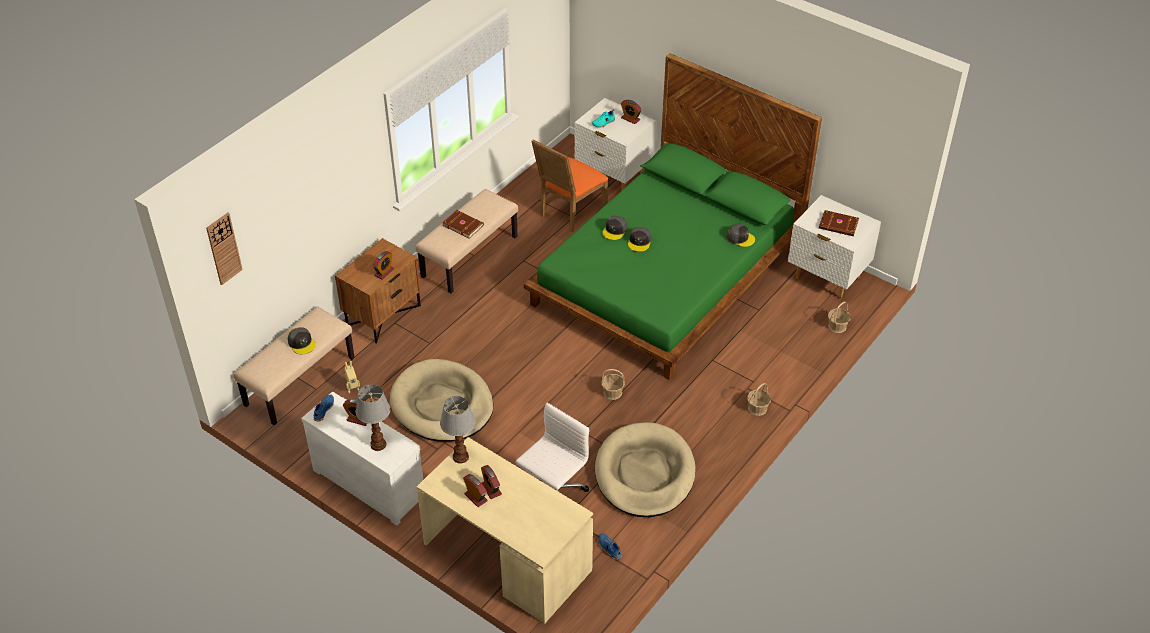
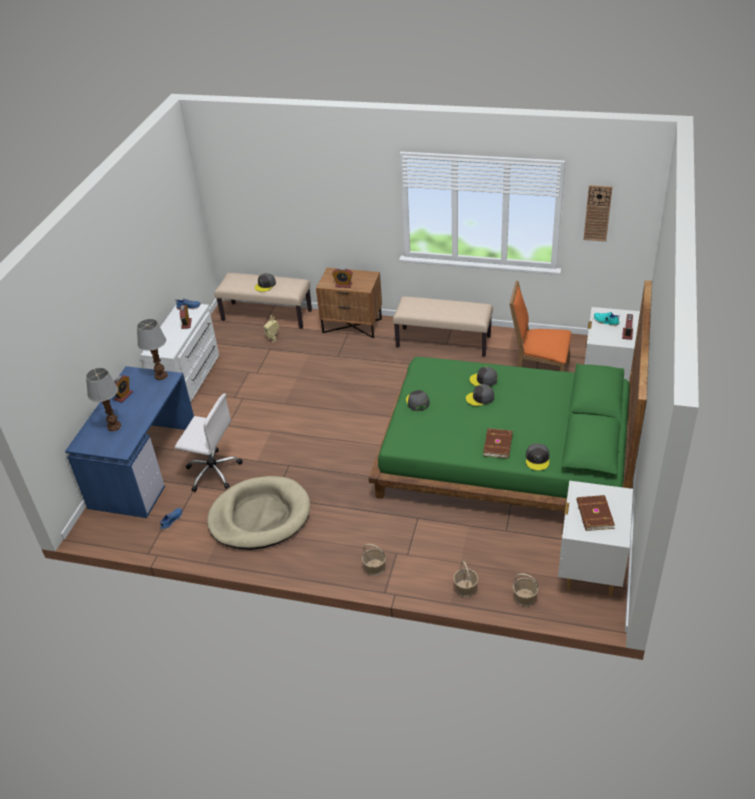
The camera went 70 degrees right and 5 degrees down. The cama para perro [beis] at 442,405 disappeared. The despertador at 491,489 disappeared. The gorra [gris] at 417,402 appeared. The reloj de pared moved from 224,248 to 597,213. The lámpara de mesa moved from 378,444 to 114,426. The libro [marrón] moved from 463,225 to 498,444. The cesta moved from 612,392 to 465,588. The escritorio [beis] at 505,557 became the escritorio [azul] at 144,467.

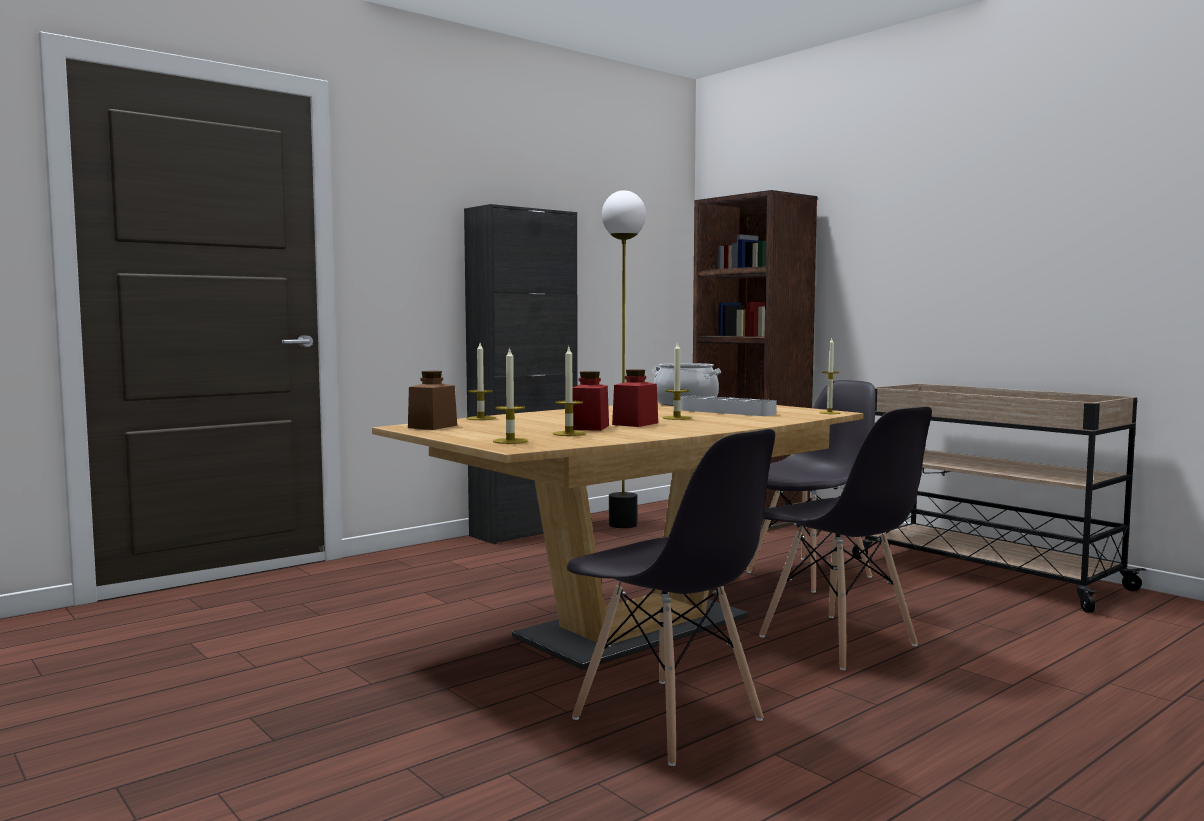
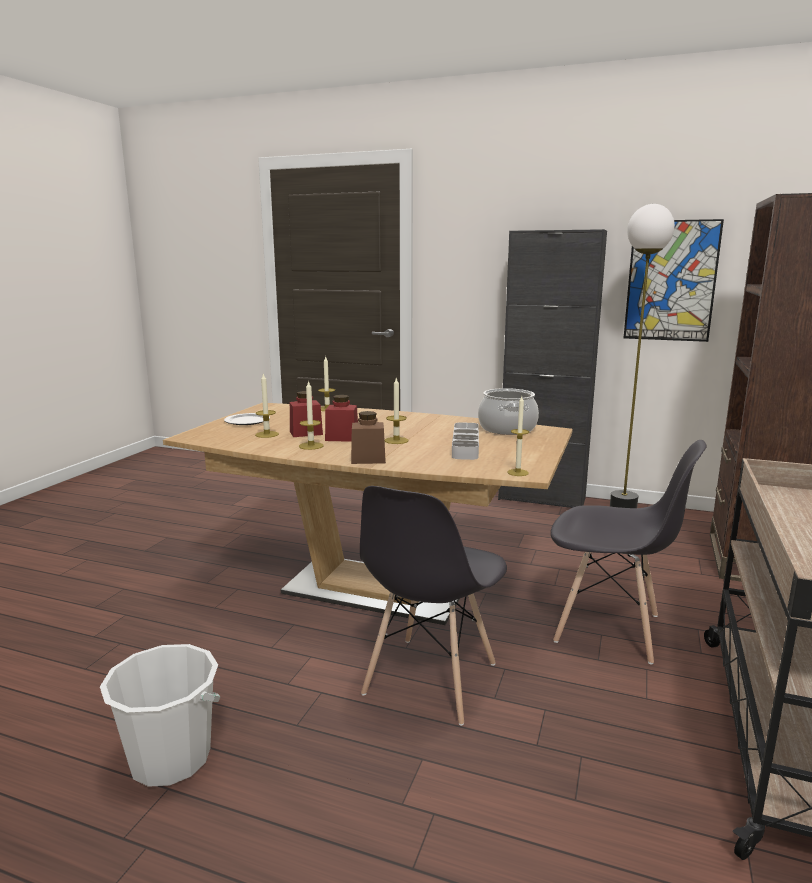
The camera went 60 degrees right and 10 degrees up. The silla [gris] at 669,720 disappeared. The cubo [blanco] at 171,758 appeared. The plato at 247,421 appeared. The cuadro at 671,281 appeared. The tarro [marrón] moved from 432,426 to 368,459. The vela moved from 510,441 to 311,446.

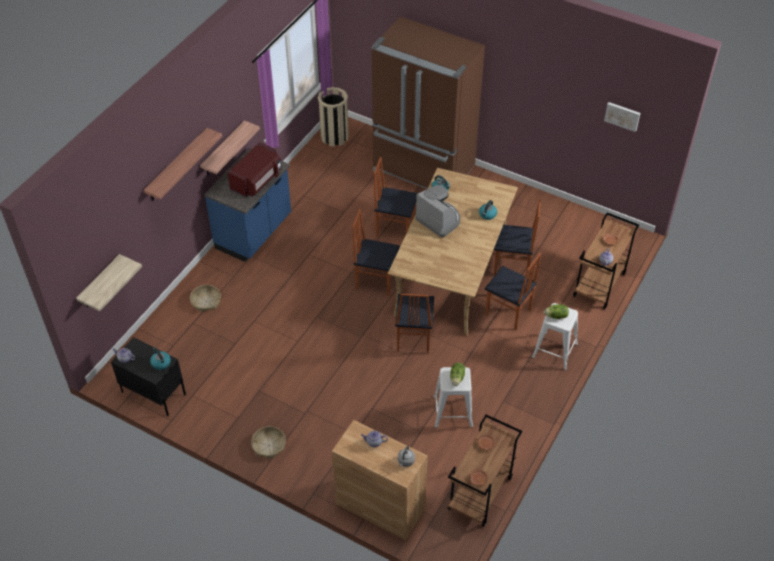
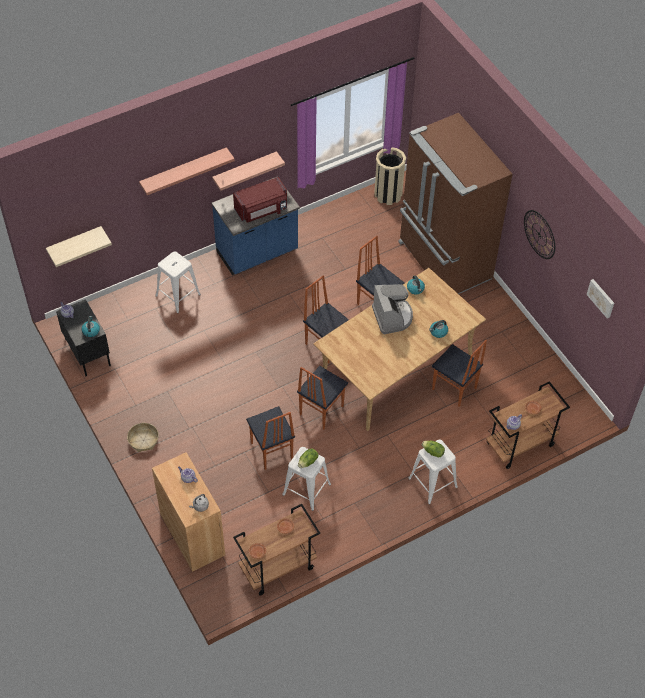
The camera went 30 degrees right and 5 degrees up. The reloj de pared at 539,234 appeared. The silla moved from 508,313 to 271,451. The cesta at 206,301 was replaced by the taburete [blanco] at 178,295.

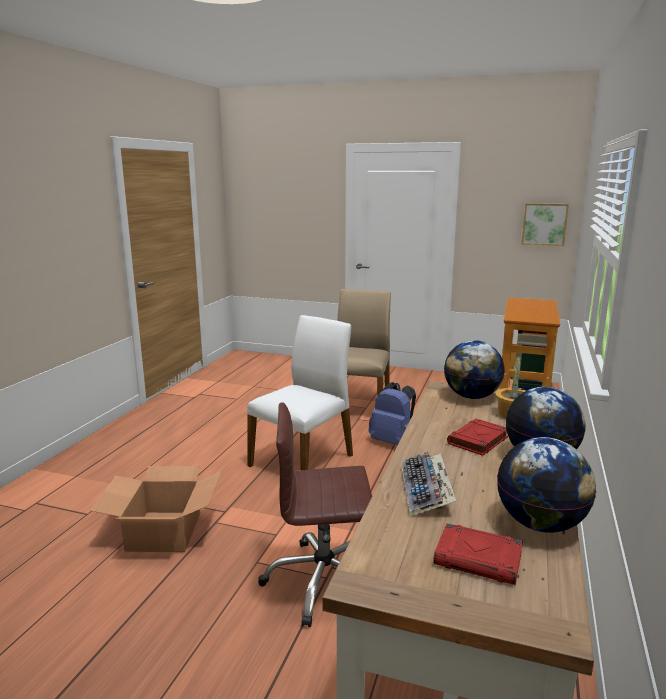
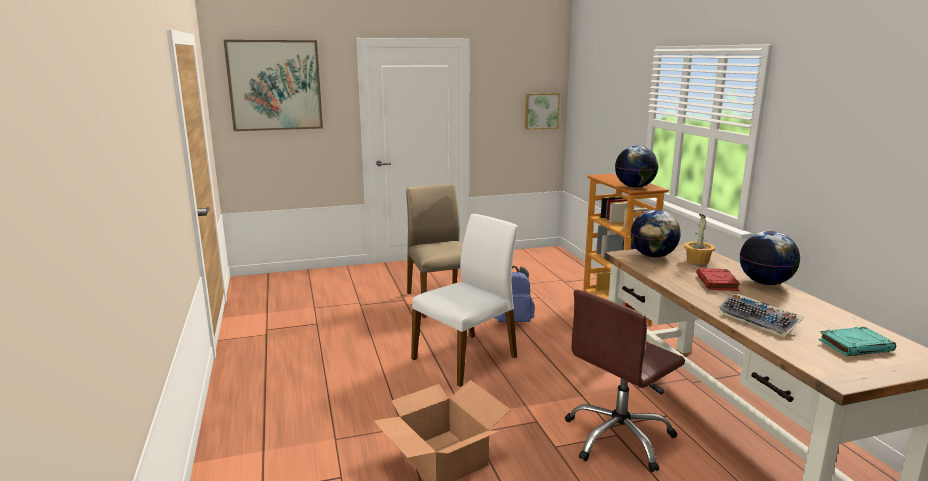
The camera went 35 degrees left and 0 degrees up. The cuadro at 275,85 appeared. The globo terráqueo moved from 540,524 to 635,187. The libro [rojo] at 479,559 became the libro [turquesa] at 855,345. The silla [blanco] at 303,460 turned 45 degrees clockwise.

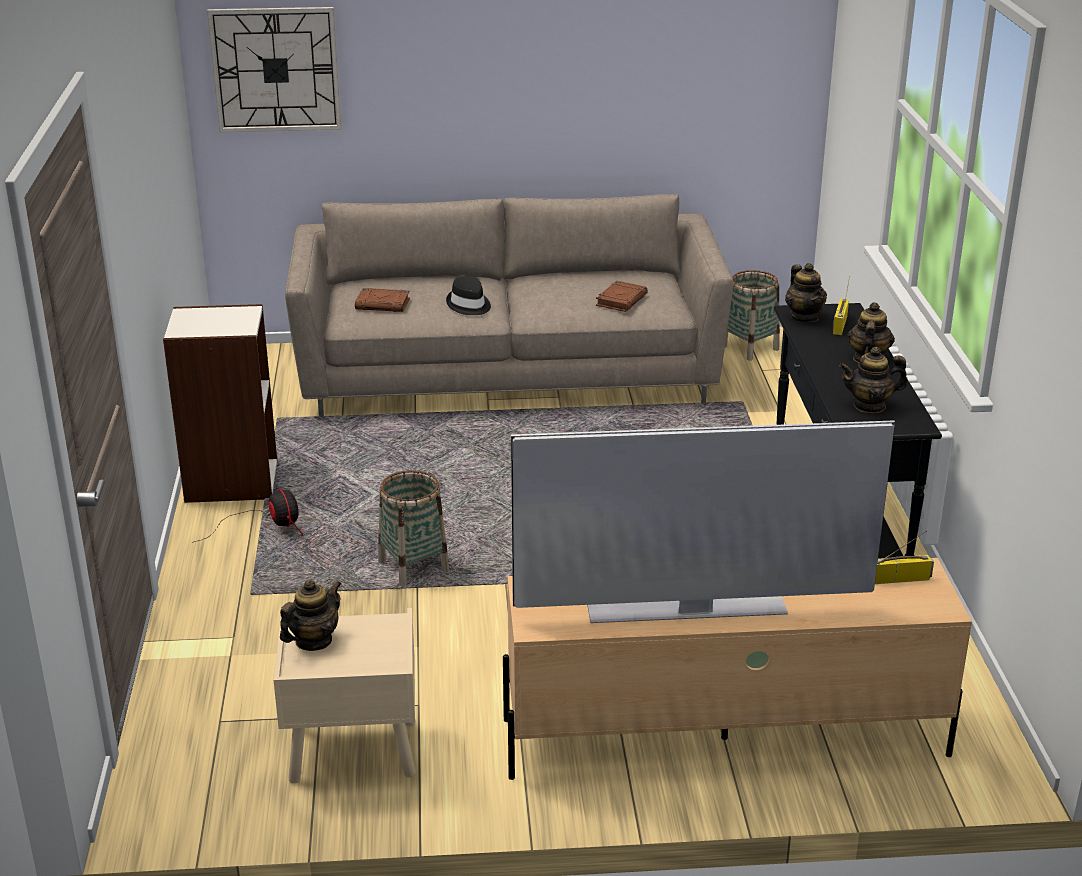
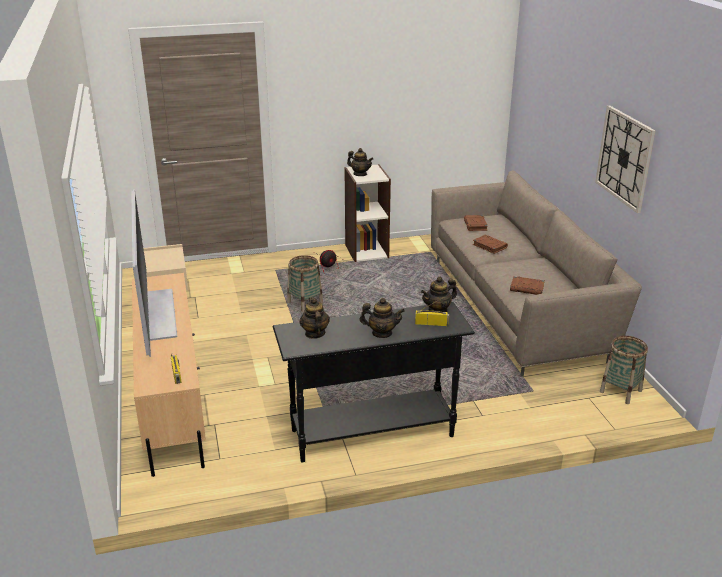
The camera went 80 degrees right and 0 degrees up. The reloj de pared moved from 275,69 to 625,158. The tetera moved from 313,641 to 360,174. The sombrero [negro] at 469,305 was replaced by the libro [marrón] at 489,246.

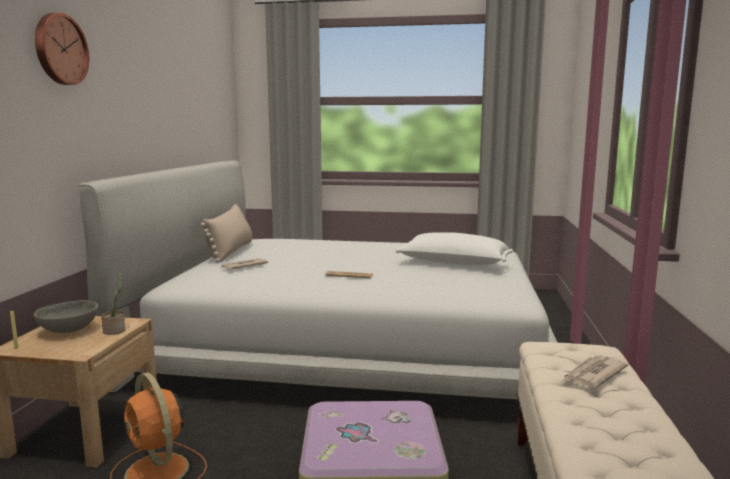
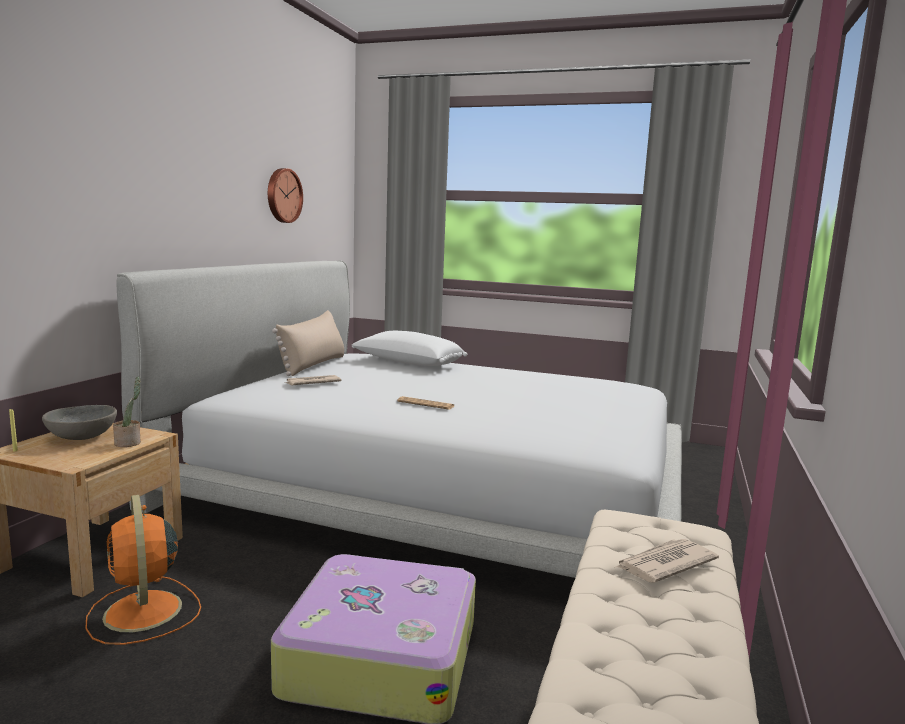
The camera went 10 degrees right and 0 degrees up. The reloj de pared moved from 59,49 to 283,195. The cojín [blanco] moved from 453,264 to 407,363.

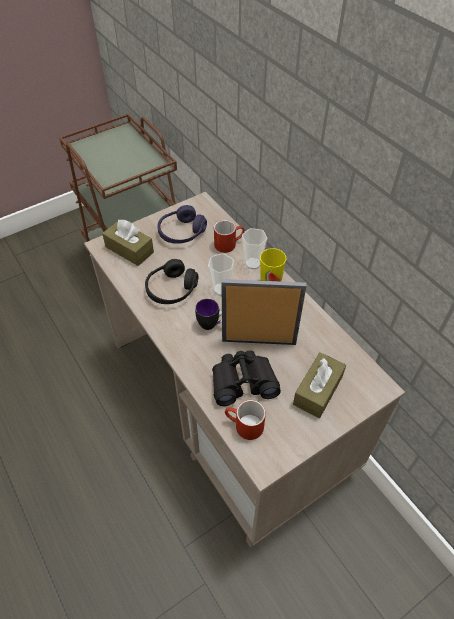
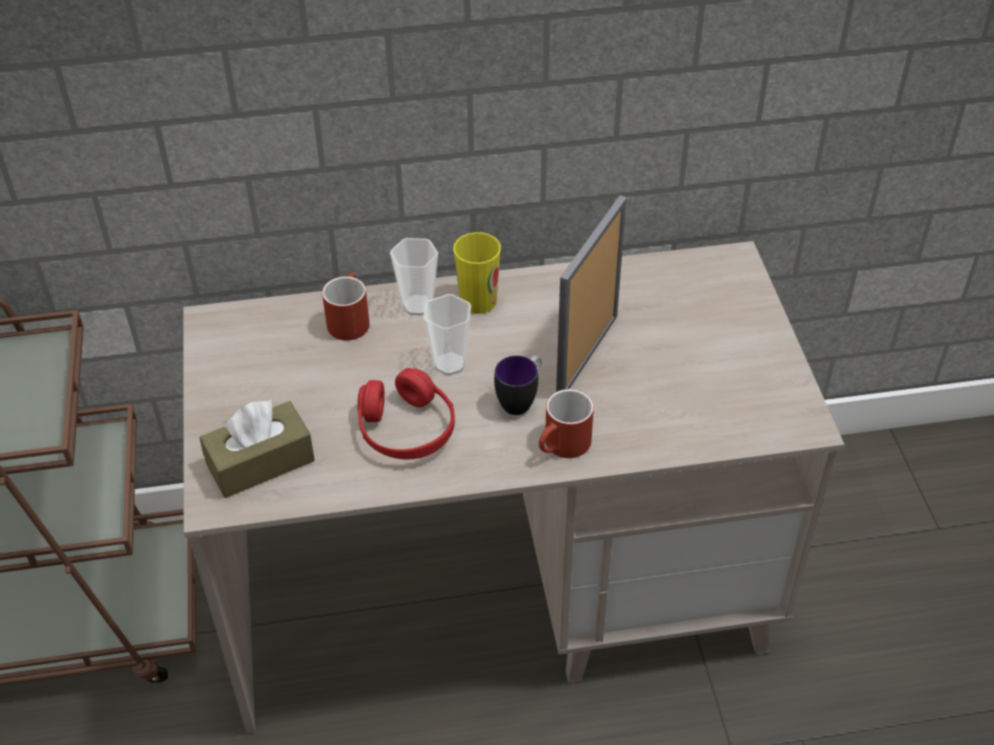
The camera went 65 degrees left and 5 degrees down. The auriculares [morado] at 181,232 disappeared. The prismáticos [negro] at 243,382 disappeared. The caja de pañuelos [marrón] at 318,390 disappeared. The taza grande [rojo] moved from 243,426 to 563,447. The auriculares [negro] at 171,289 became the auriculares [rojo] at 406,429.

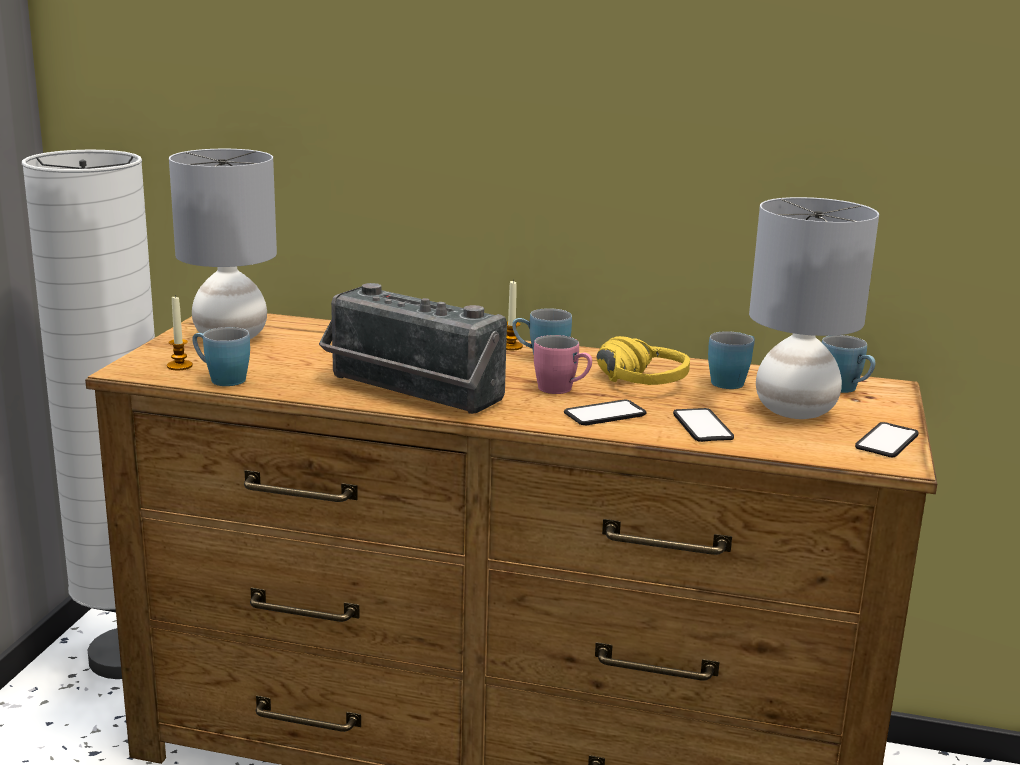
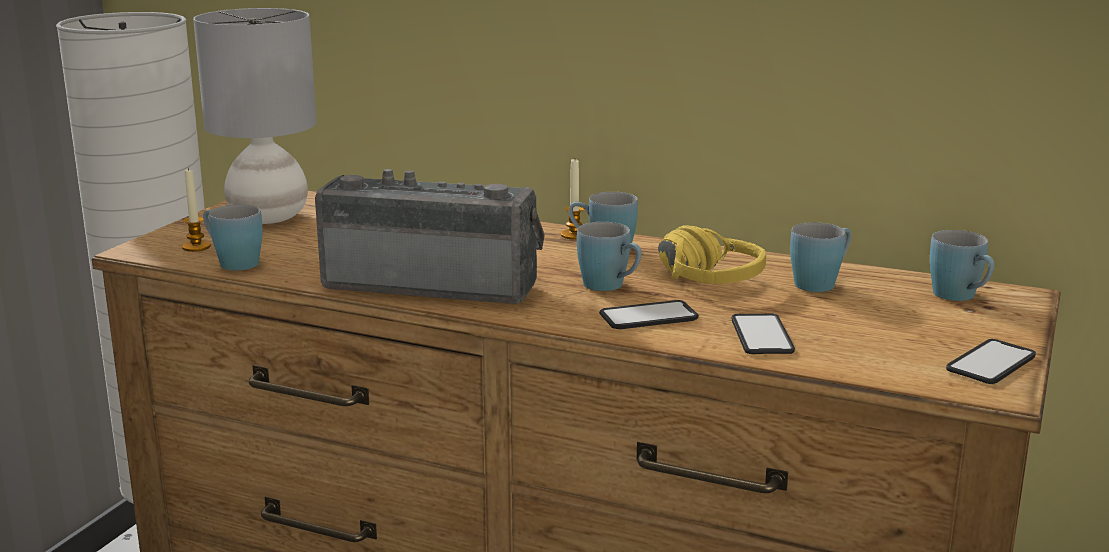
The camera went 10 degrees right and 0 degrees up. The lámpara de mesa [gris] at 796,411 disappeared. The taza grande [rosa] at 562,390 became the taza grande [azul] at 611,286. The radio at 410,392 turned 150 degrees clockwise.

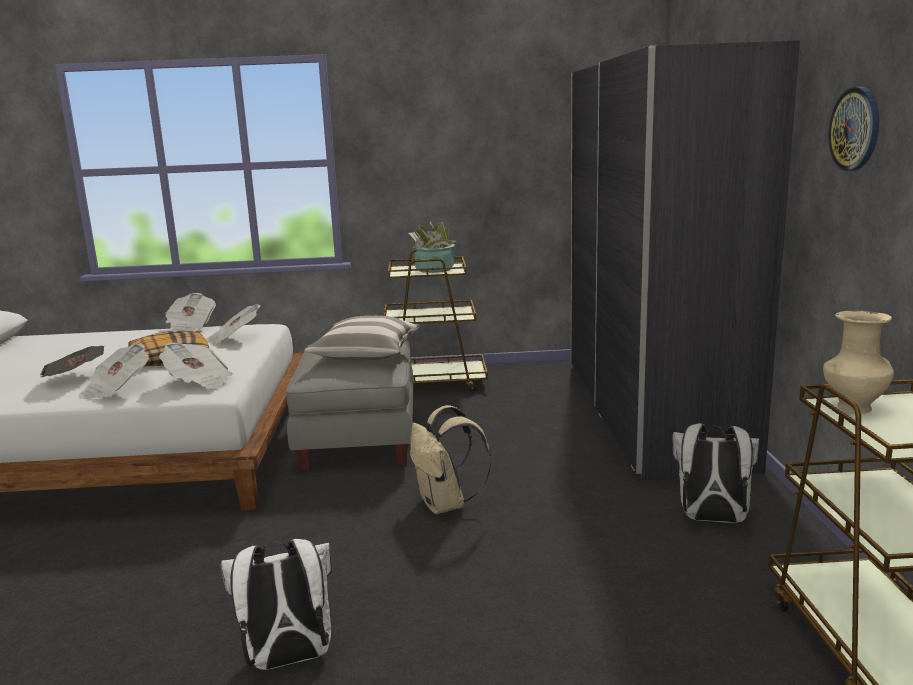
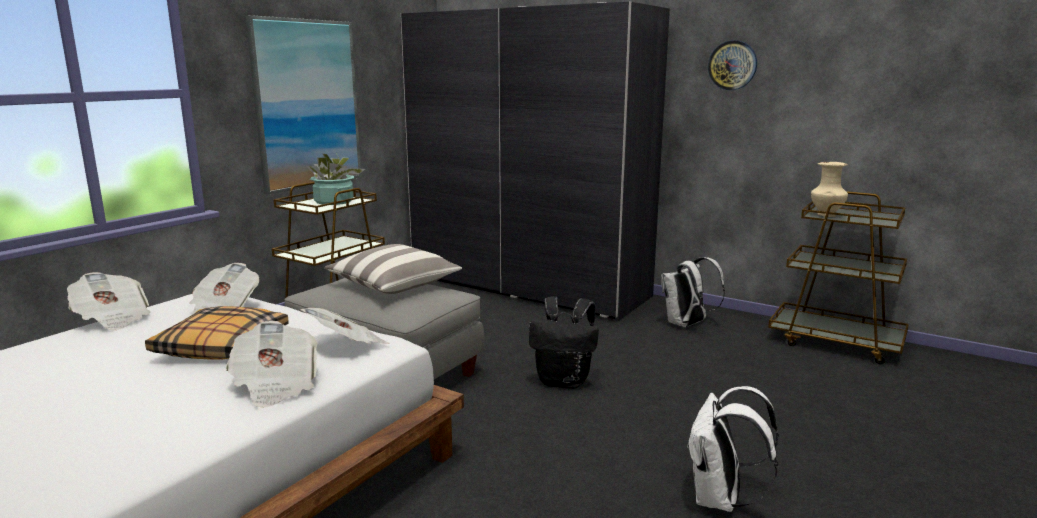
The camera went 55 degrees left and 0 degrees up. The periódico at 75,378 disappeared. The cuadro at 307,104 appeared. The mochila [beis] at 446,505 became the mochila [negro] at 564,381.

